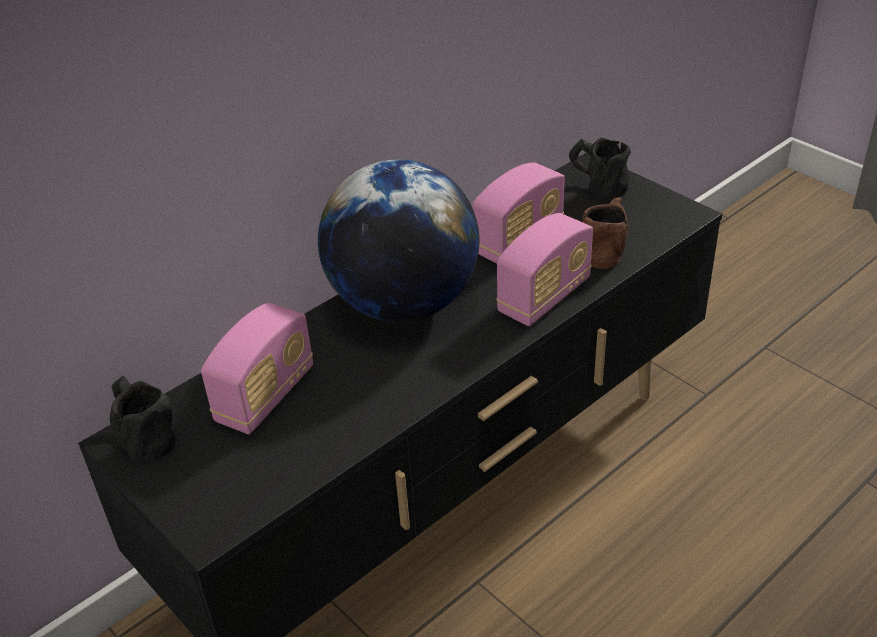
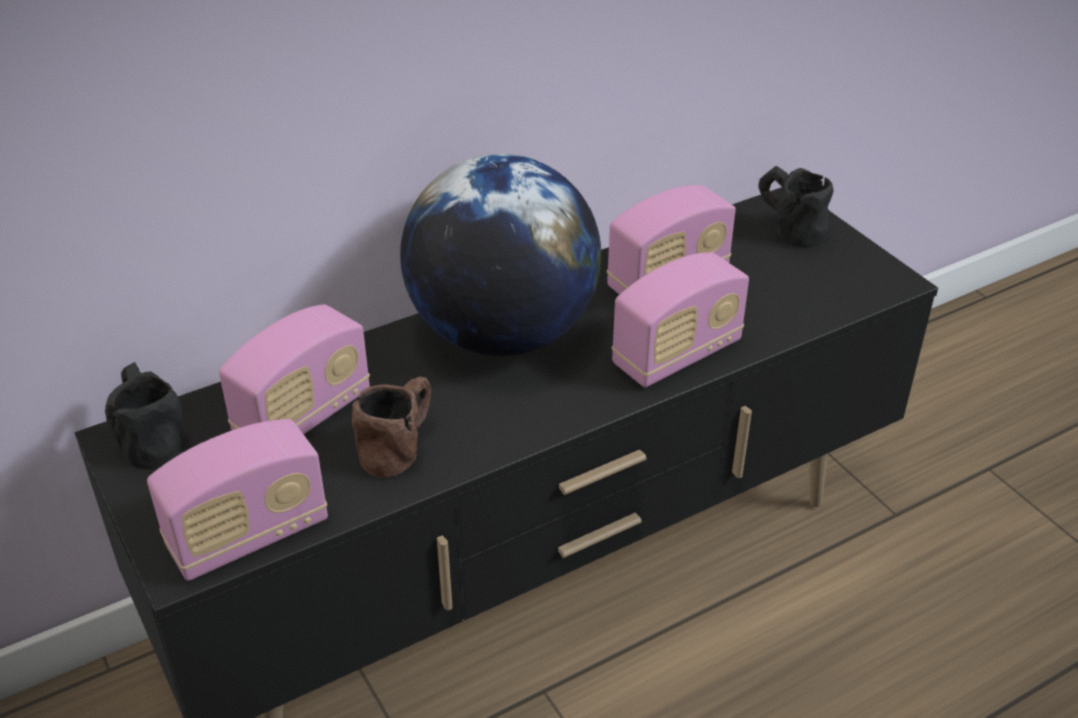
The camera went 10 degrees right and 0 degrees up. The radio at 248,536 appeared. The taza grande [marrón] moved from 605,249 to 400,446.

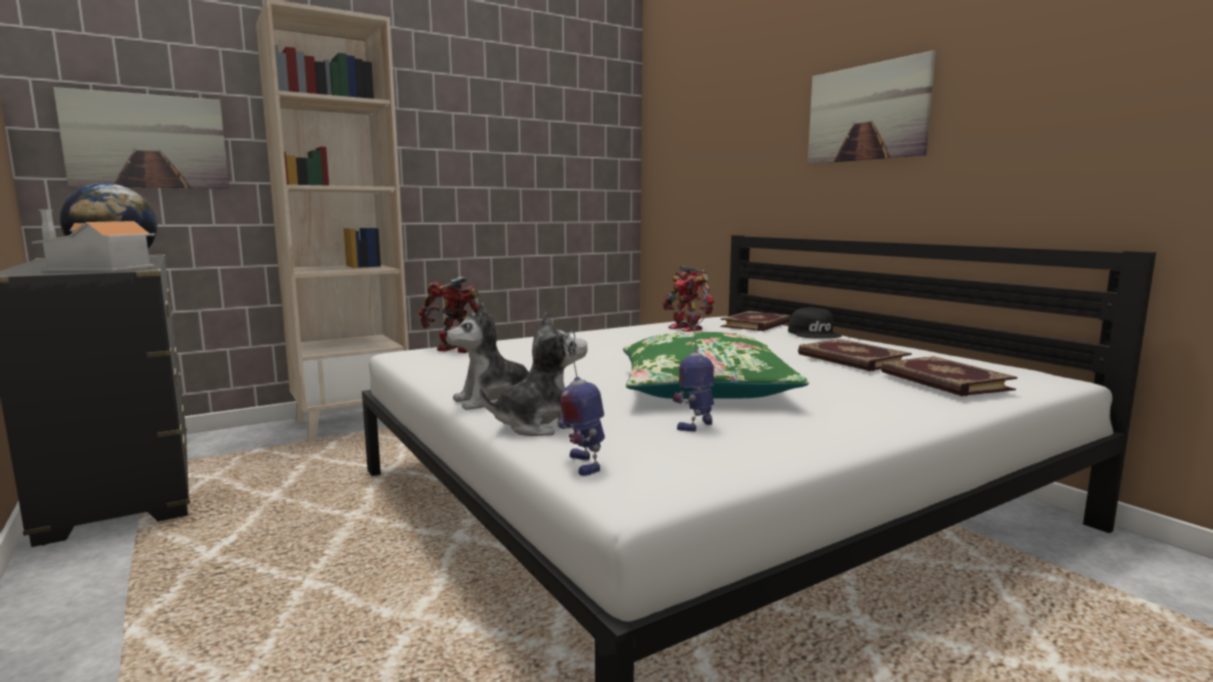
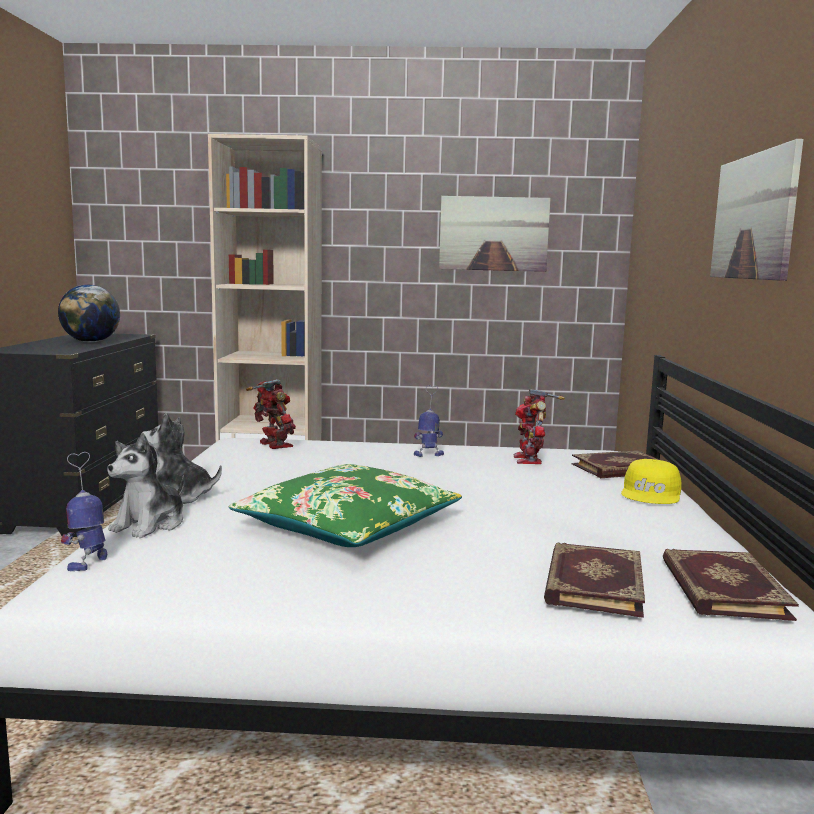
The camera went 35 degrees right and 0 degrees up. The casita at 98,269 disappeared. The cuadro moved from 147,141 to 493,234. The robot de juguete moved from 696,425 to 429,455. The libro moved from 851,359 to 721,588. The gorra [negro] at 814,333 became the gorra [amarillo] at 652,493. The peluche at 539,425 turned 105 degrees clockwise.

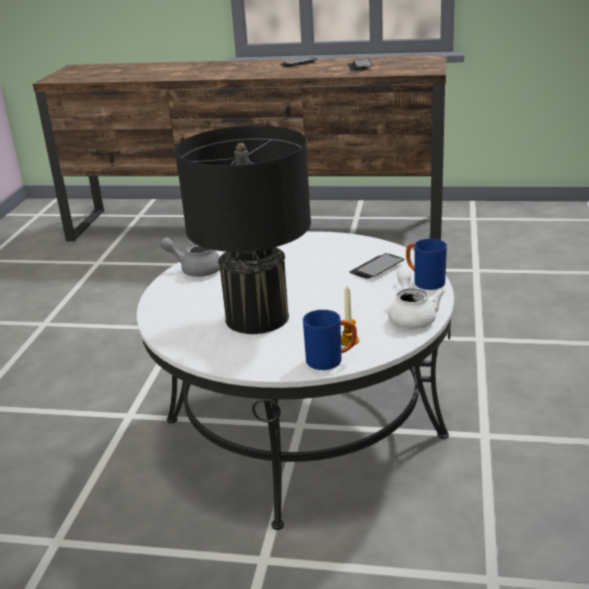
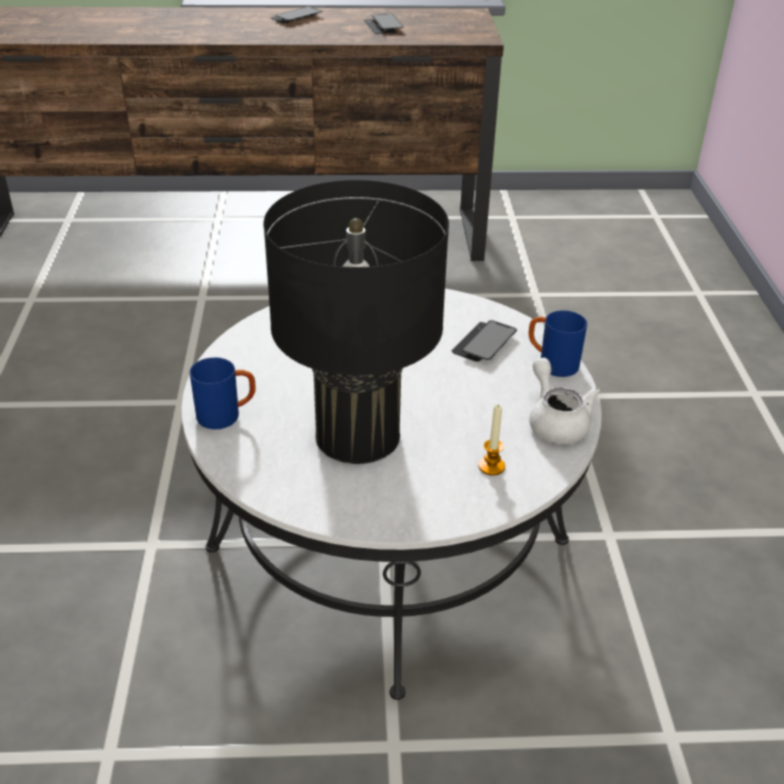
The camera went 15 degrees left and 10 degrees up. The tetera [gris] at 196,269 disappeared. The taza grande [azul] moved from 331,360 to 227,415.

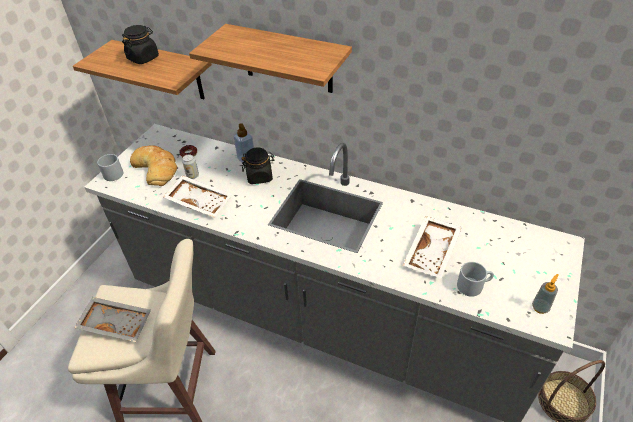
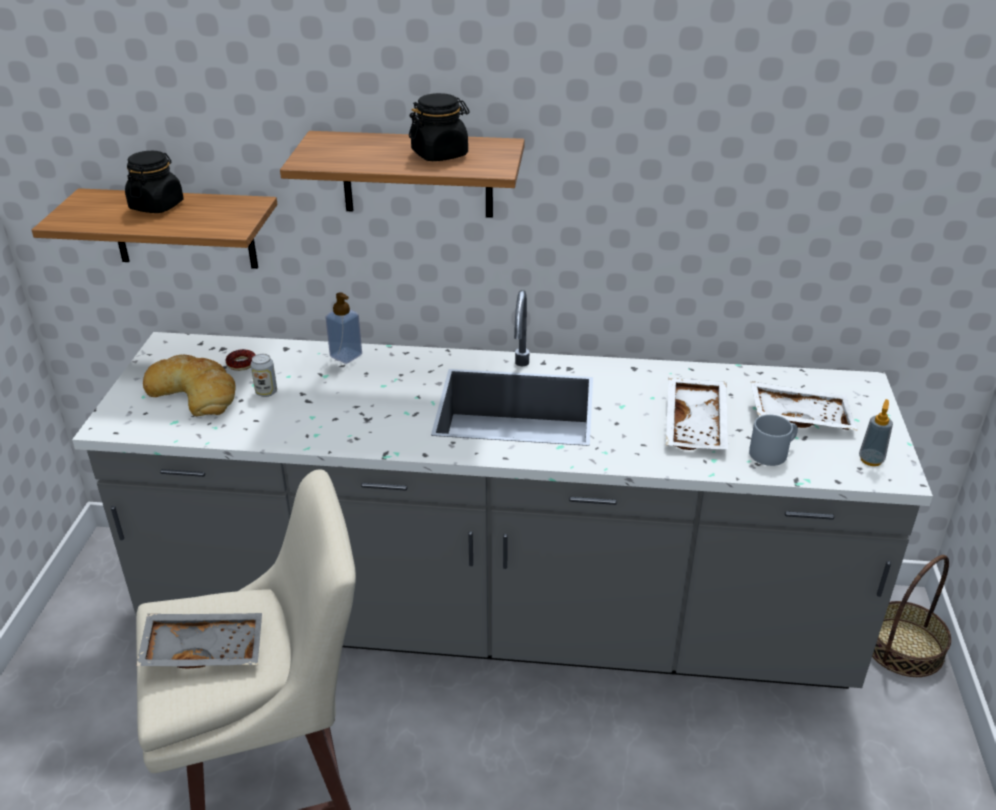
The camera went 20 degrees left and 10 degrees down. The taza grande [gris] at 113,172 disappeared. The bandeja [blanco] moved from 200,201 to 799,416. The tarro [negro] moved from 260,176 to 440,154.

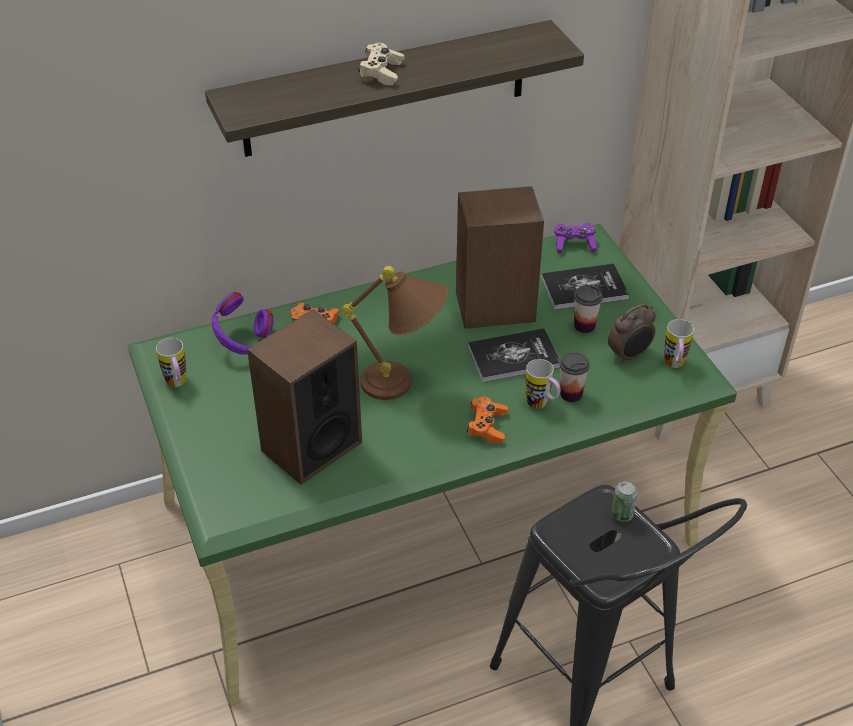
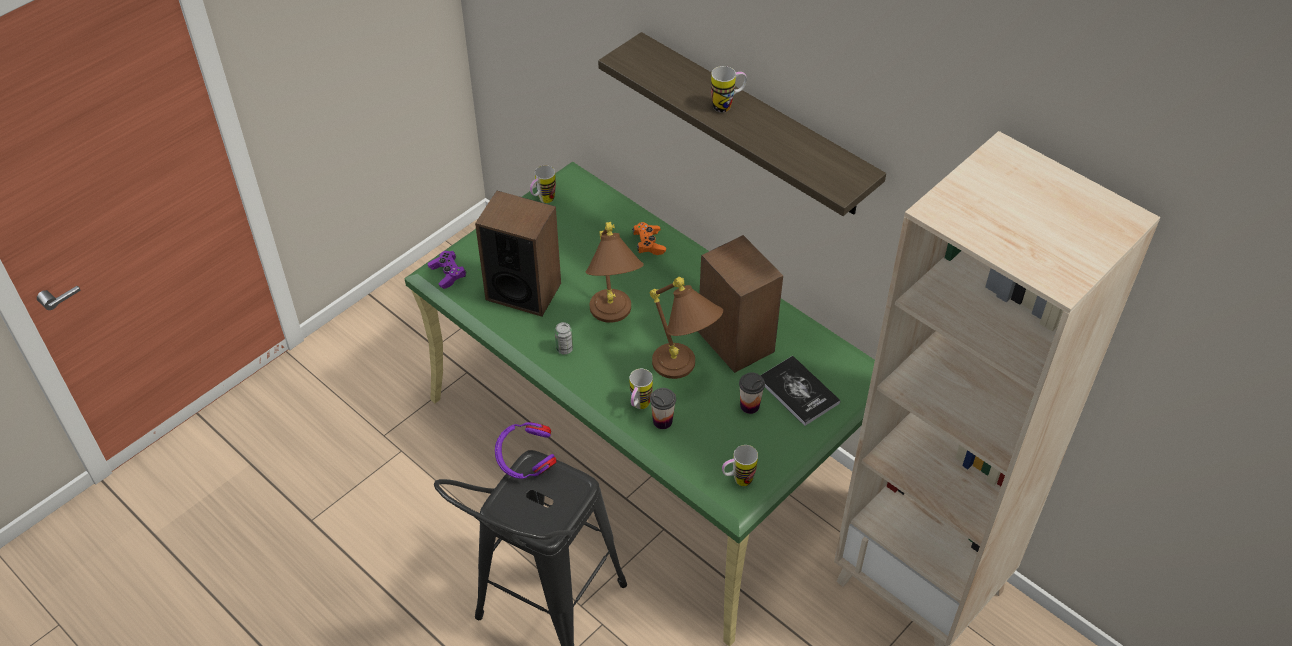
The camera went 65 degrees right and 5 degrees up. The mando de consola [naranja] at 487,427 disappeared. The despertador at 629,356 disappeared. The auriculares [morado] moved from 243,343 to 526,462. The mando de consola [morado] moved from 574,244 to 448,274. The lata moved from 622,515 to 564,349. The mando de consola [beis] at 381,72 was replaced by the taza grande at 727,106. The libro at 513,356 was replaced by the lámpara de mesa [marrón] at 684,372.

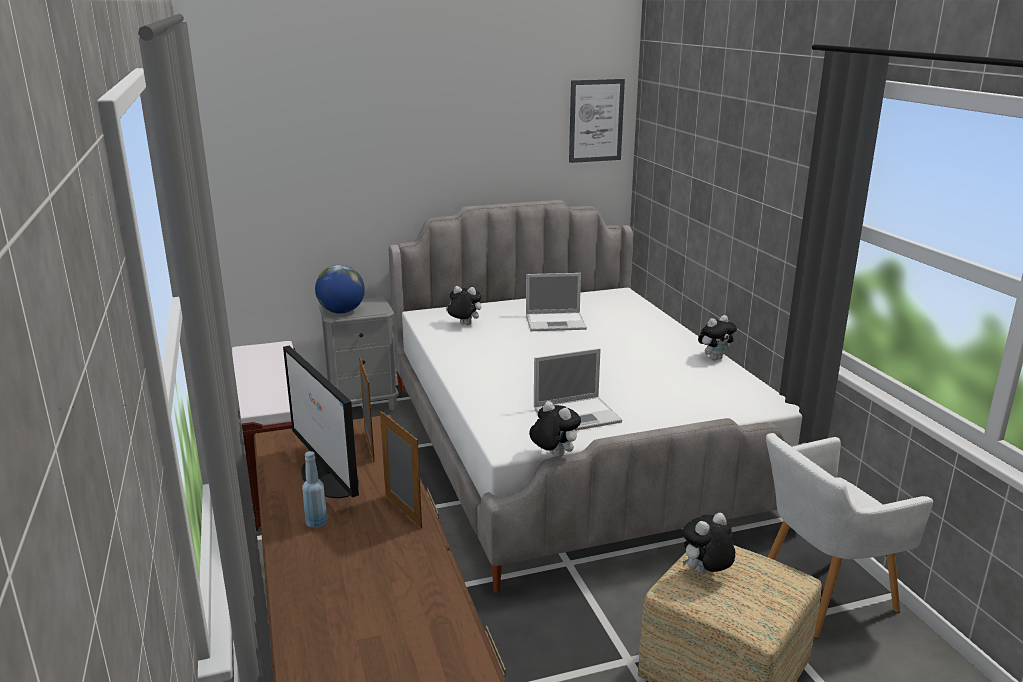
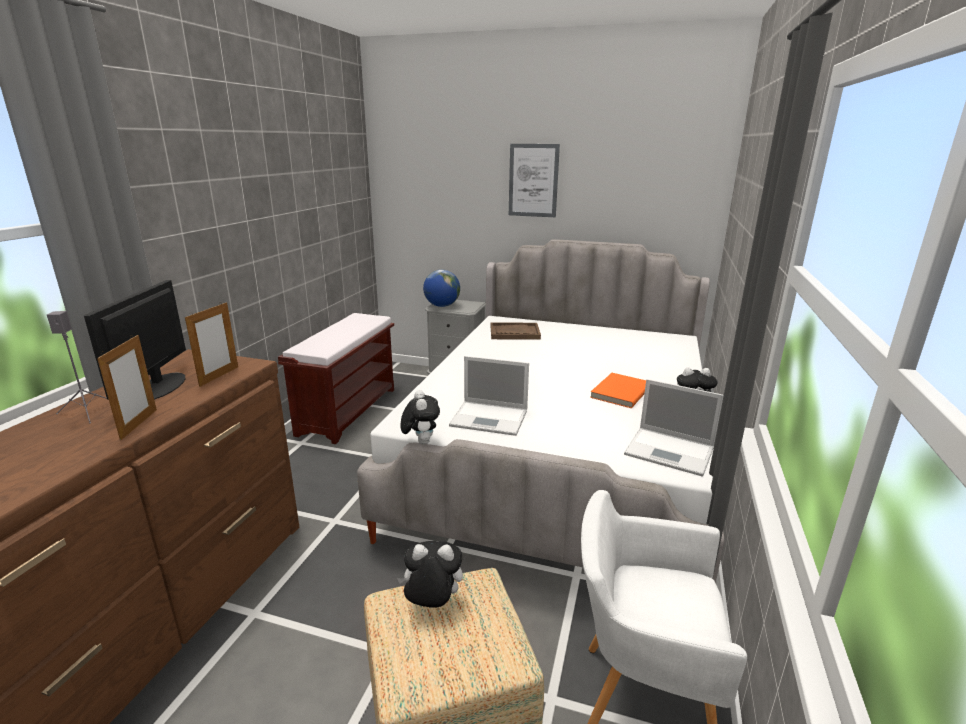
The camera went 35 degrees right and 0 degrees up. The libro [naranja] at 619,392 appeared. The portátil moved from 556,322 to 671,451. The cuadro moved from 596,121 to 533,180. The botella [azul] at 316,523 was replaced by the altavoz [gris] at 88,412. The peluche at 464,325 was replaced by the bandeja [marrón] at 514,333.

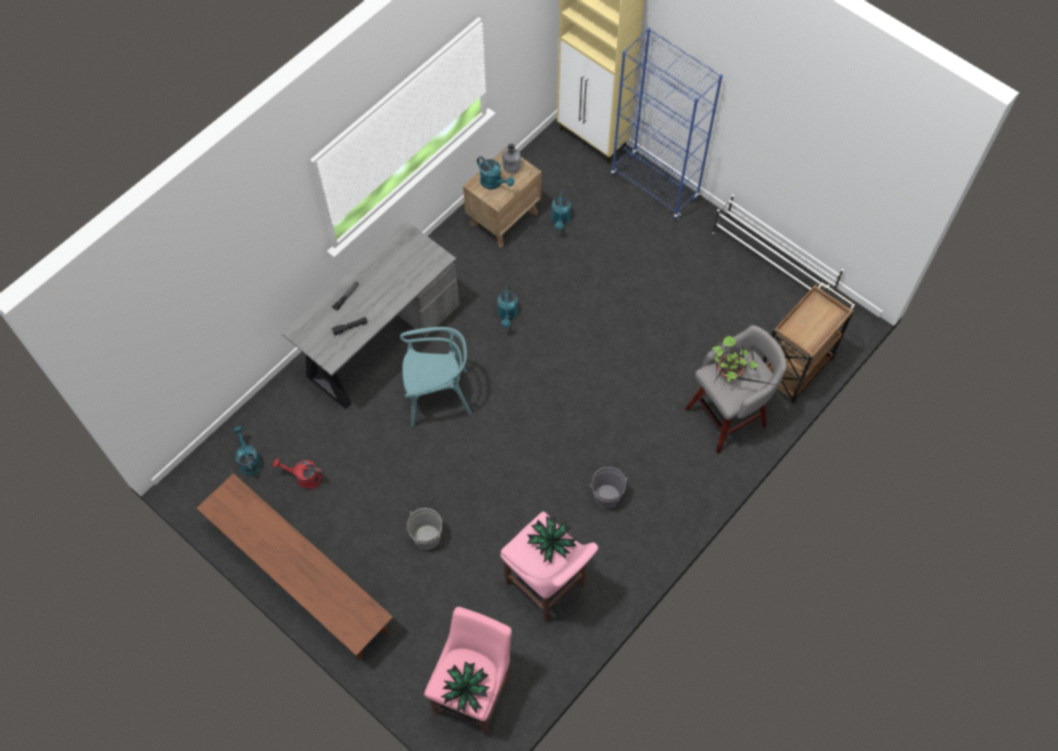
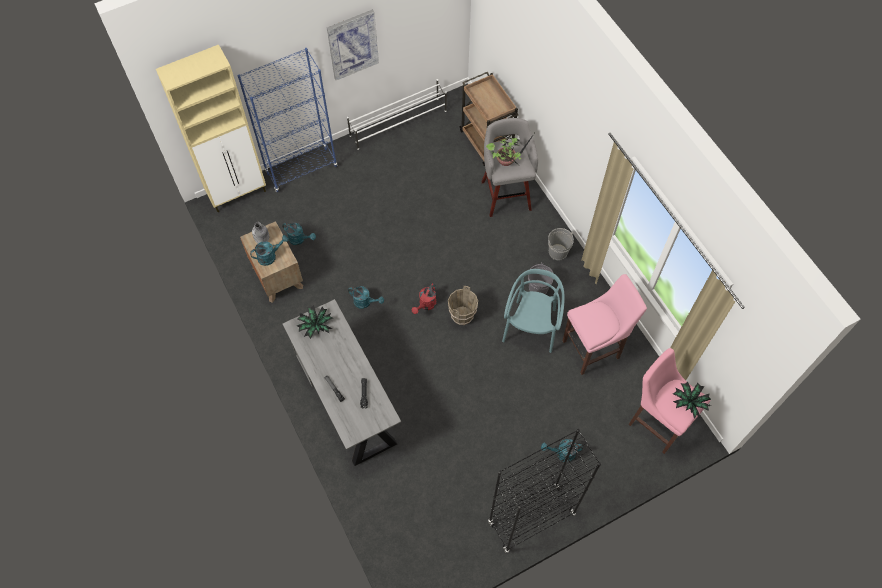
The camera went 70 degrees left and 0 degrees up. The cuadro at 352,44 appeared. The cubo [marrón] at 462,316 appeared. The regadera [turquesa] moved from 249,460 to 562,453. The regadera [rojo] moved from 304,478 to 426,305. The silla [turquesa] moved from 437,395 to 531,327. The cubo [gris] moved from 427,537 to 558,252. The planta en maceta moved from 551,543 to 315,326. The banco [marrón] at 302,579 was replaced by the estantería [negro] at 531,519.

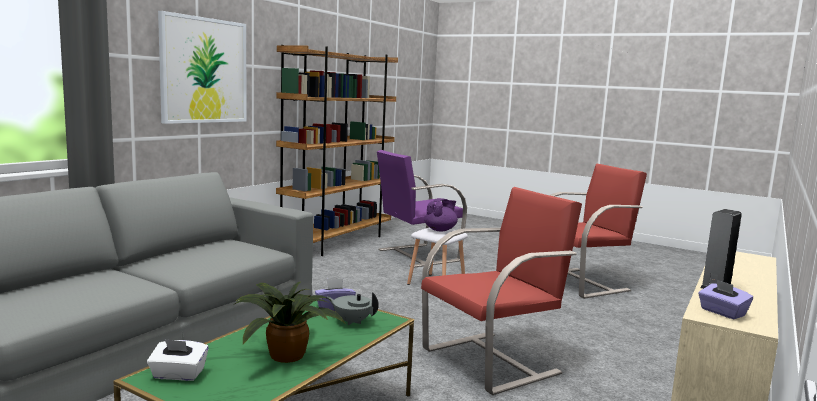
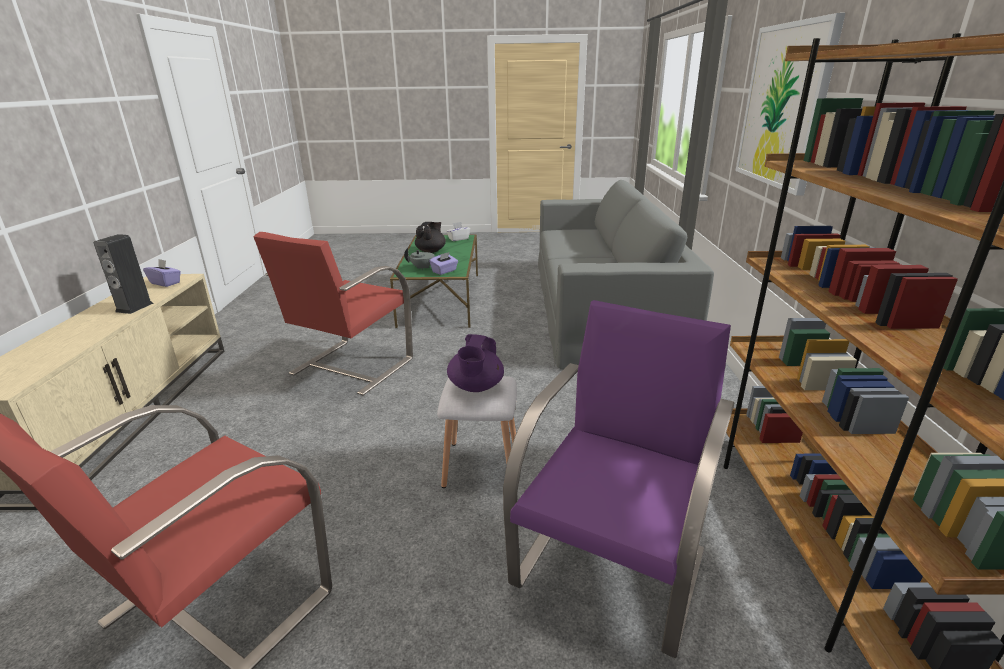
The camera went 150 degrees right and 15 degrees up. The planta en maceta at 286,354 was replaced by the tetera [negro] at 431,251.

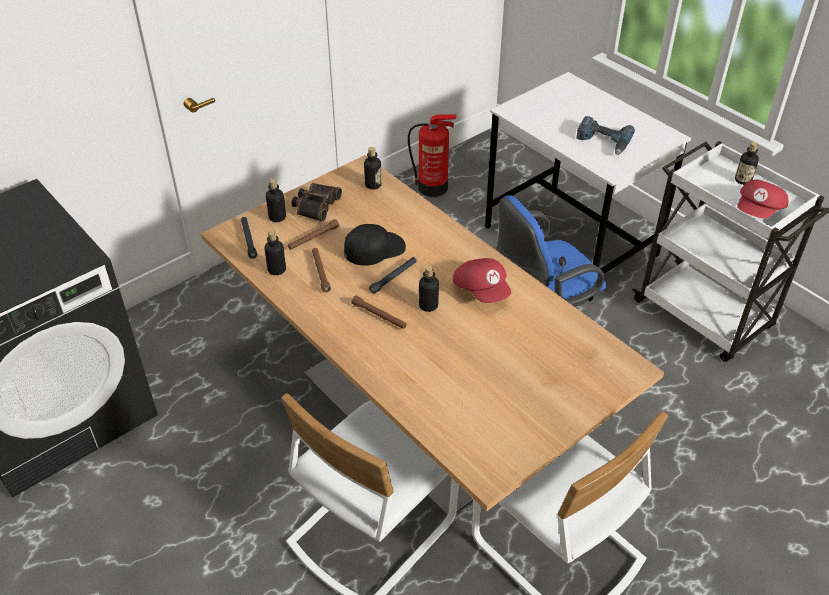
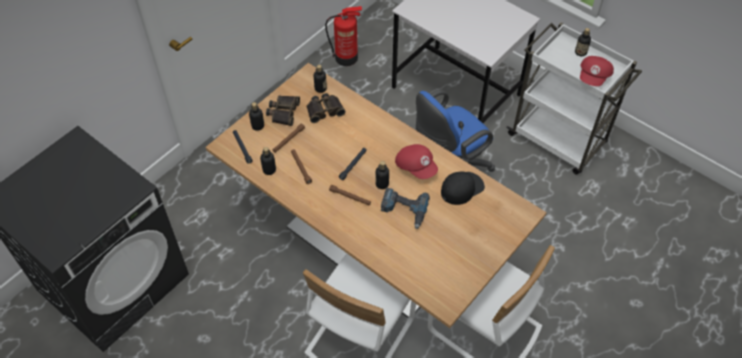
The camera went 10 degrees left and 10 degrees up. The prismáticos at 324,110 appeared. The gorra [negro] moved from 374,248 to 462,188. The taladro moved from 603,141 to 404,210.

